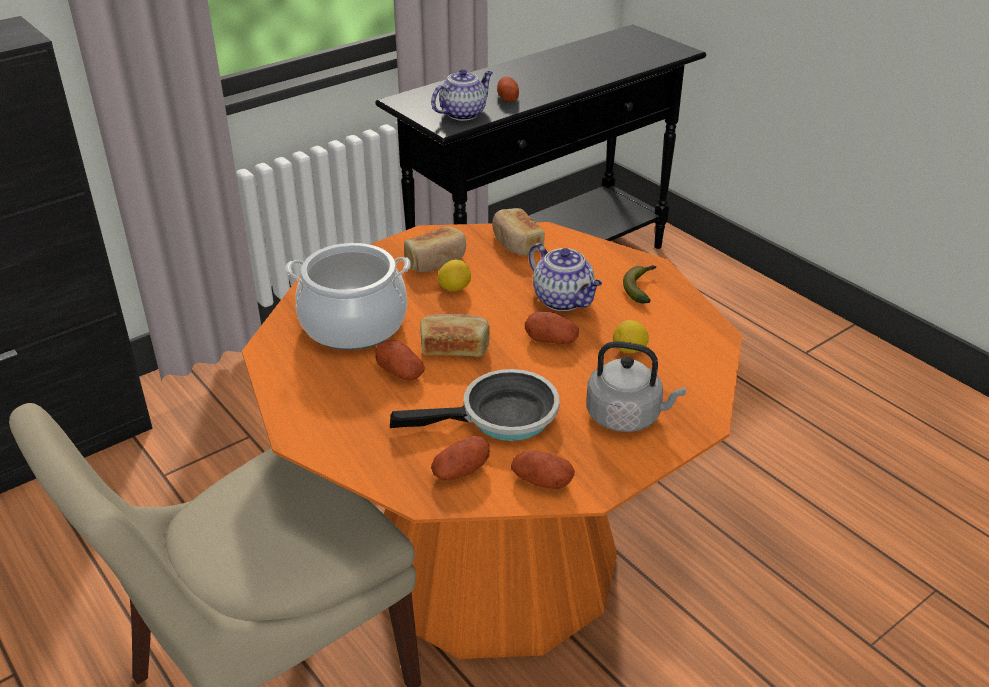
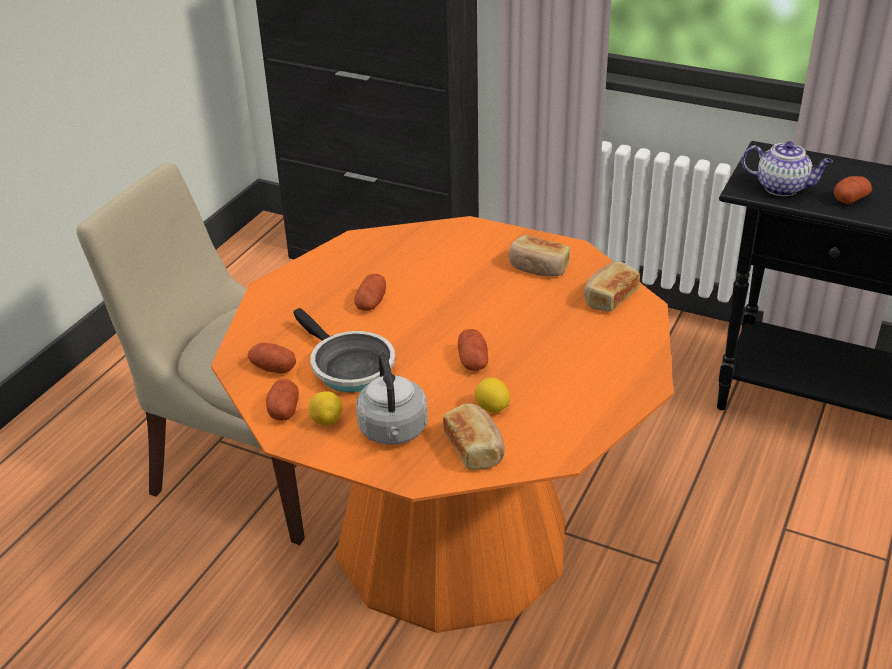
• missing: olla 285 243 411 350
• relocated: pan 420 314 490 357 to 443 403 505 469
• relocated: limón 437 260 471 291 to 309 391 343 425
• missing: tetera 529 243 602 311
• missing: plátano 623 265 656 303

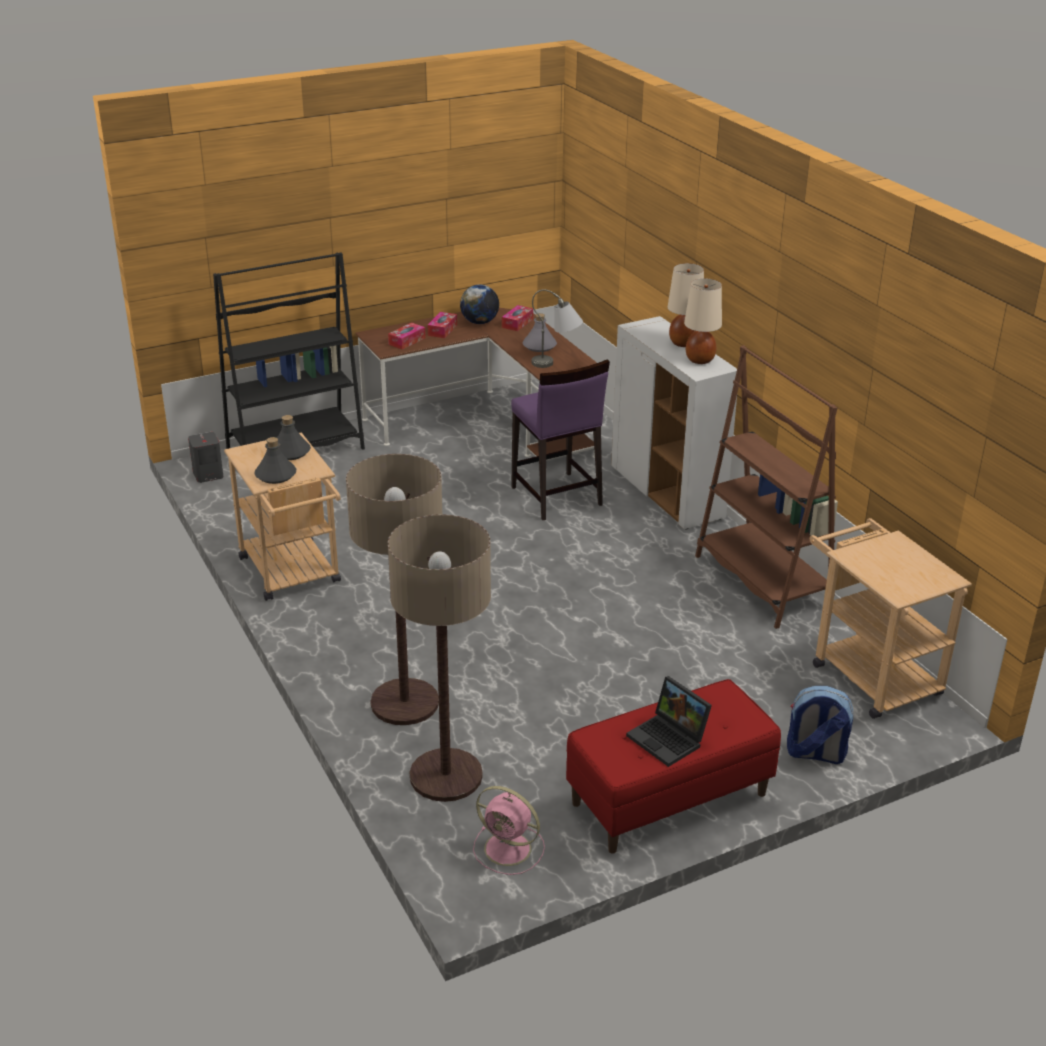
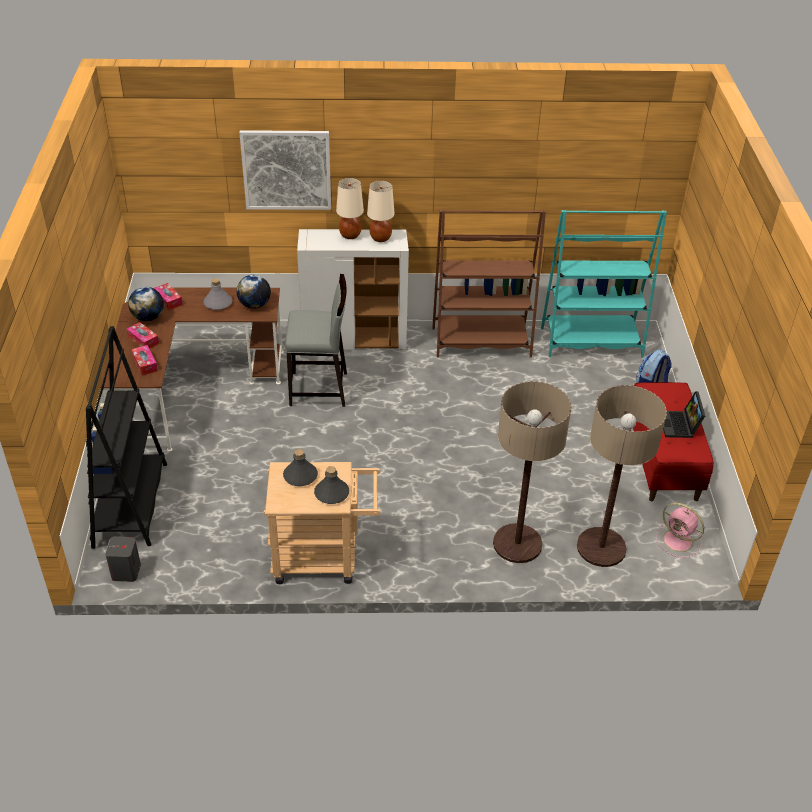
• spun: ventilador (rosa) 473 786 545 875 = 656 503 704 558 75 degrees clockwise
• colour: taburete (morado) 511 359 610 520 to taburete (gris) 285 274 347 407
• exchanged: lámpara de mesa (gris) 532 289 583 368 to globo terráqueo 236 274 271 309
• spun: portátil 626 676 712 767 = 663 391 705 438 105 degrees clockwise
• exchanged: carrito (beis) 810 518 972 719 to estantería (turquesa) 541 210 667 357
• appeared: cuadro 239 130 331 210

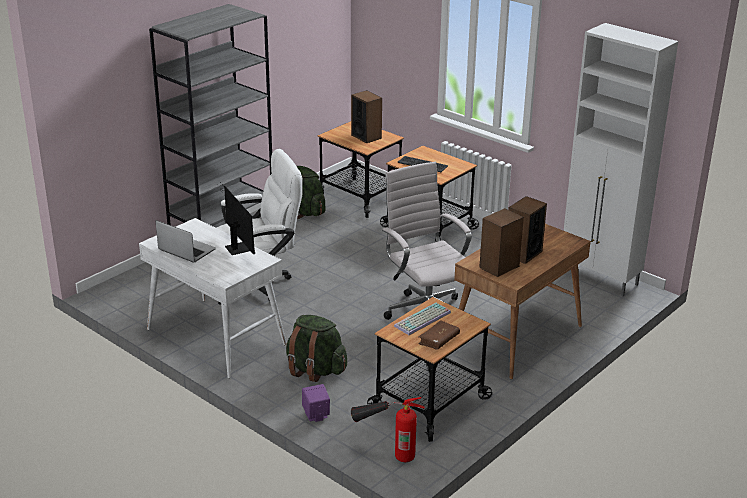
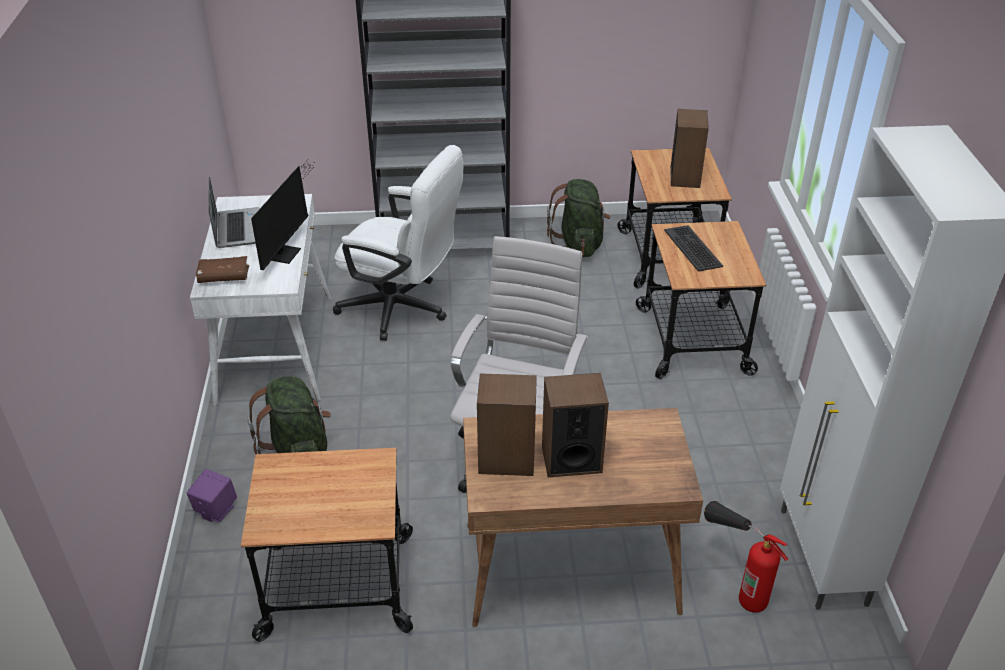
• relocated: extintor 351 397 425 462 to 704 501 788 613
• missing: teclado 394 303 451 335
• relocated: libro (marrón) 418 320 460 350 to 196 256 249 283

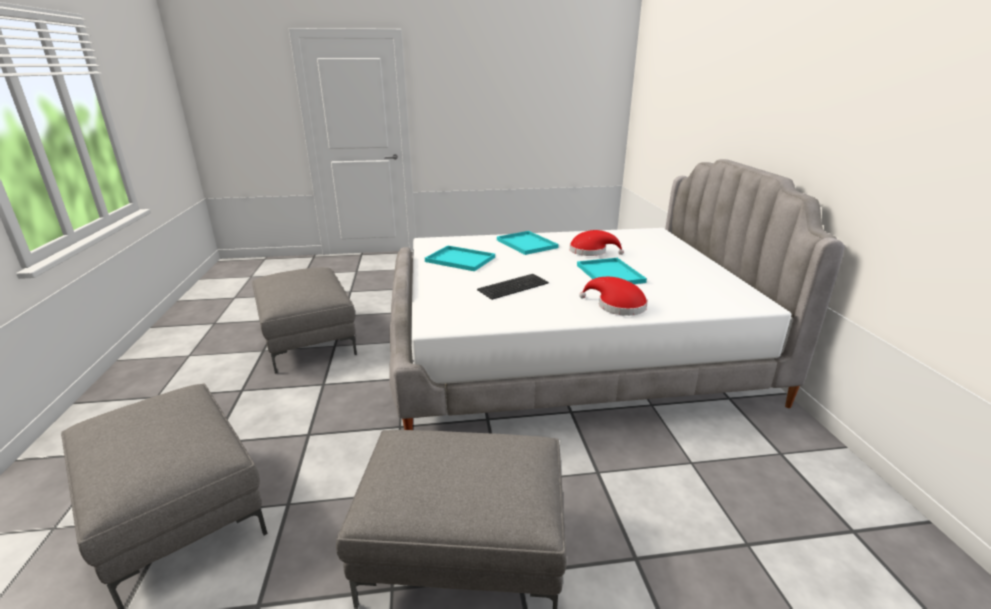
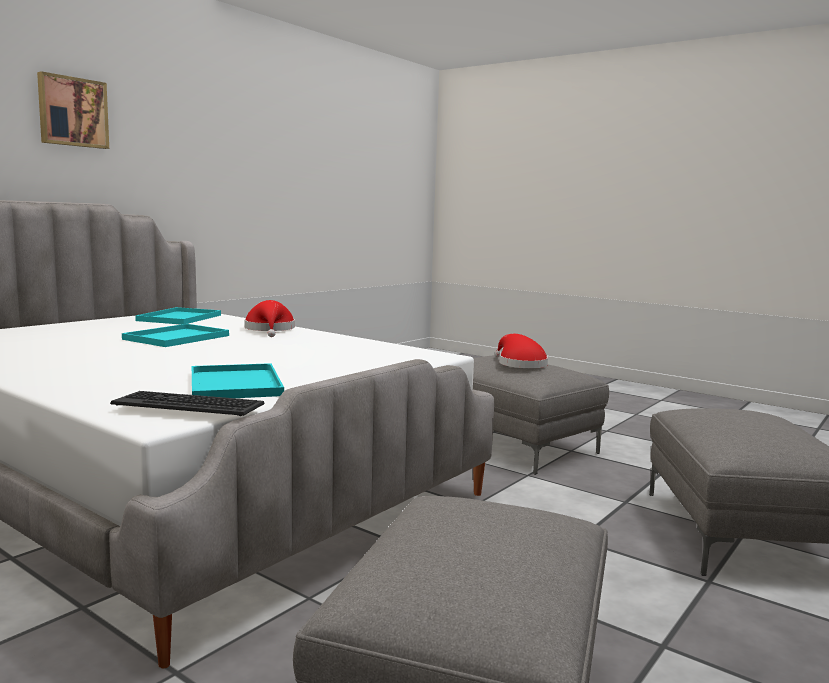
• relocated: teclado 477 274 549 300 to 110 391 264 416
• relocated: bandeja (turquesa) 497 231 559 255 to 135 307 221 325
• relocated: sombrero (rojo) 569 230 624 256 to 495 334 548 368
• appeared: cuadro 37 71 109 149

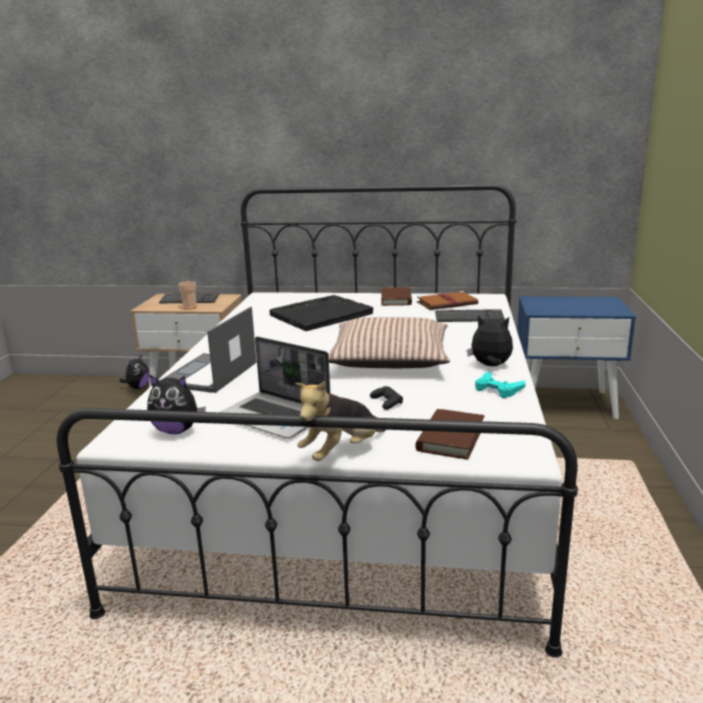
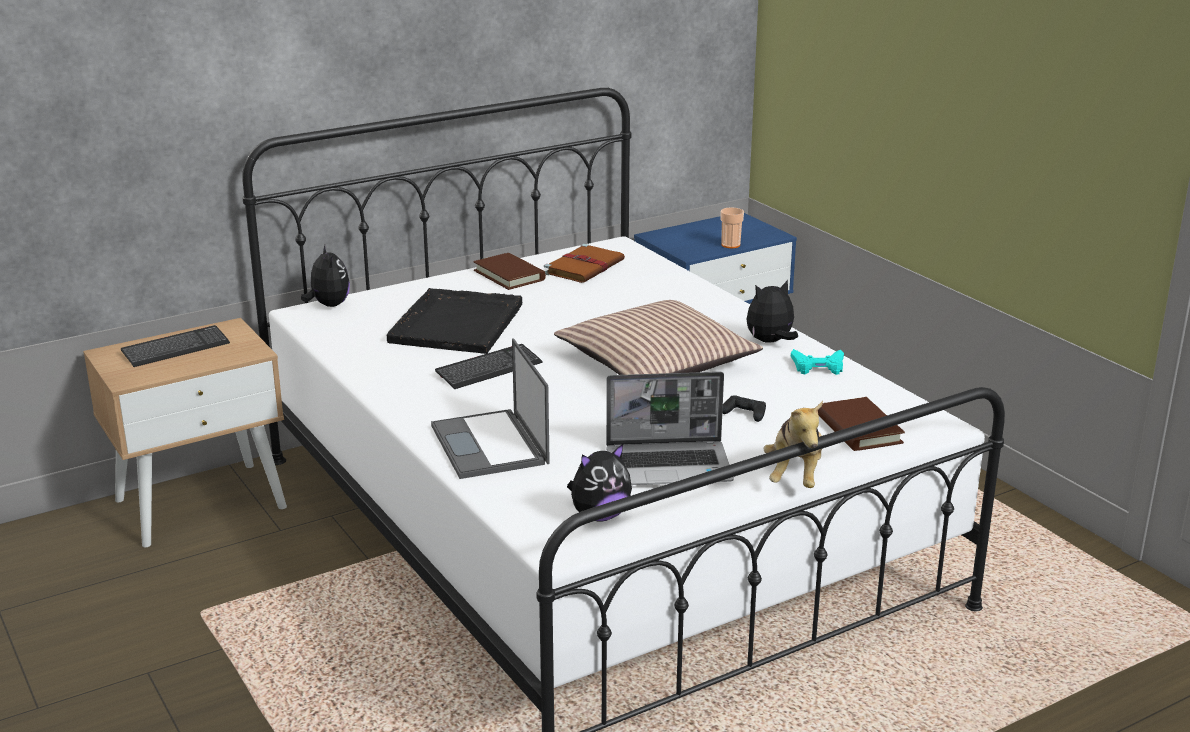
• relocated: peluche 120 355 149 389 to 301 245 350 307
• relocated: taza 179 281 197 309 to 721 207 744 248
• relocated: teclado 435 309 505 322 to 435 344 543 389

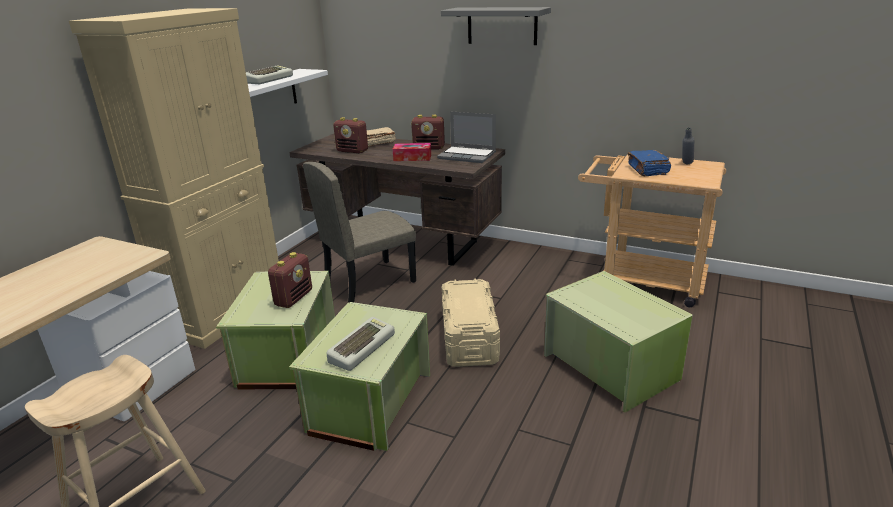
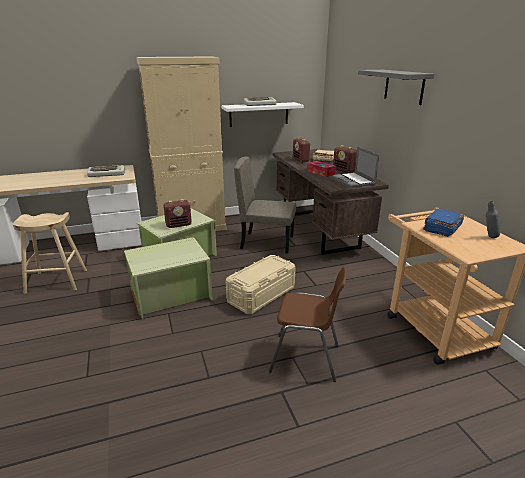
• relocated: teclado 326 317 395 371 to 87 165 125 177
• exchanged: caja de almacenaje (verde) 544 271 693 413 to silla (marrón) 269 266 347 382

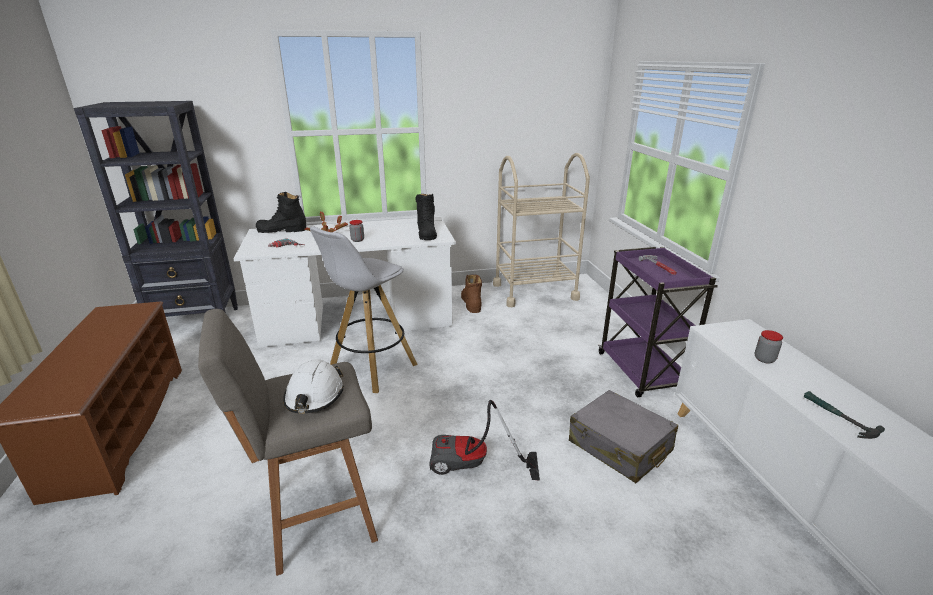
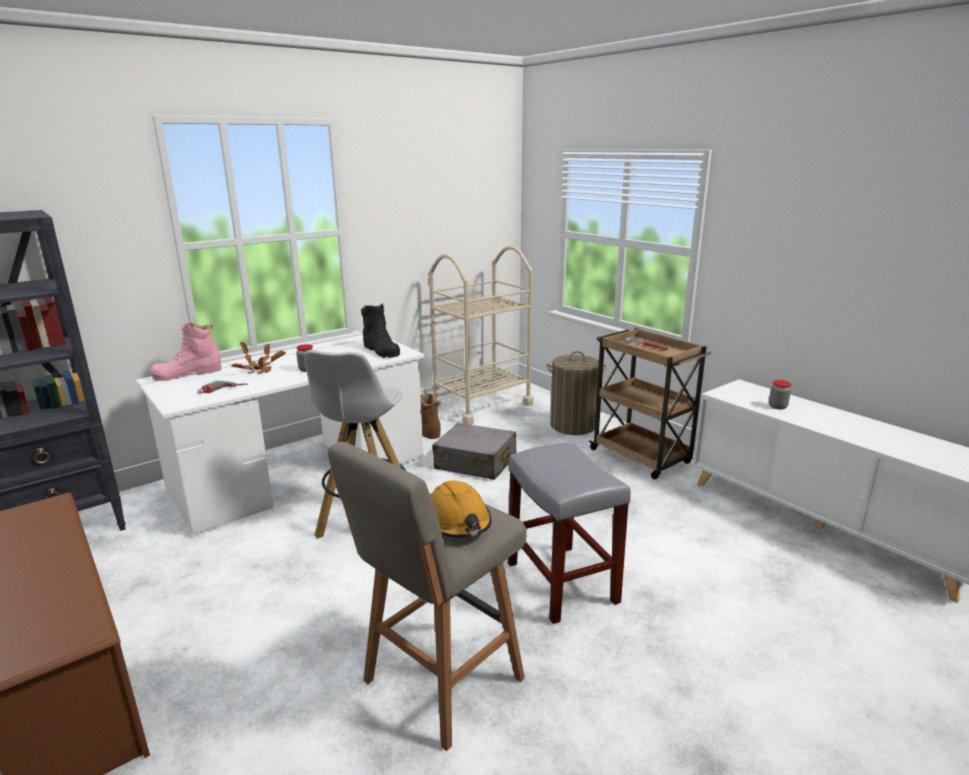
• colour: bota (negro) 256 192 306 233 to bota (rosa) 150 322 222 381
• colour: casco (blanco) 283 360 344 413 to casco (naranja) 431 480 491 538
• exchanged: aspiradora 429 400 540 481 to taburete (gris) 508 442 631 624
• relocated: maleta (gris) 569 390 678 483 to 432 423 517 480
• colour: carrito (morado) 598 247 718 397 to carrito (marrón) 588 328 711 479
• missing: martillo 804 391 885 439
• appeared: cesto de la ropa 546 351 606 435

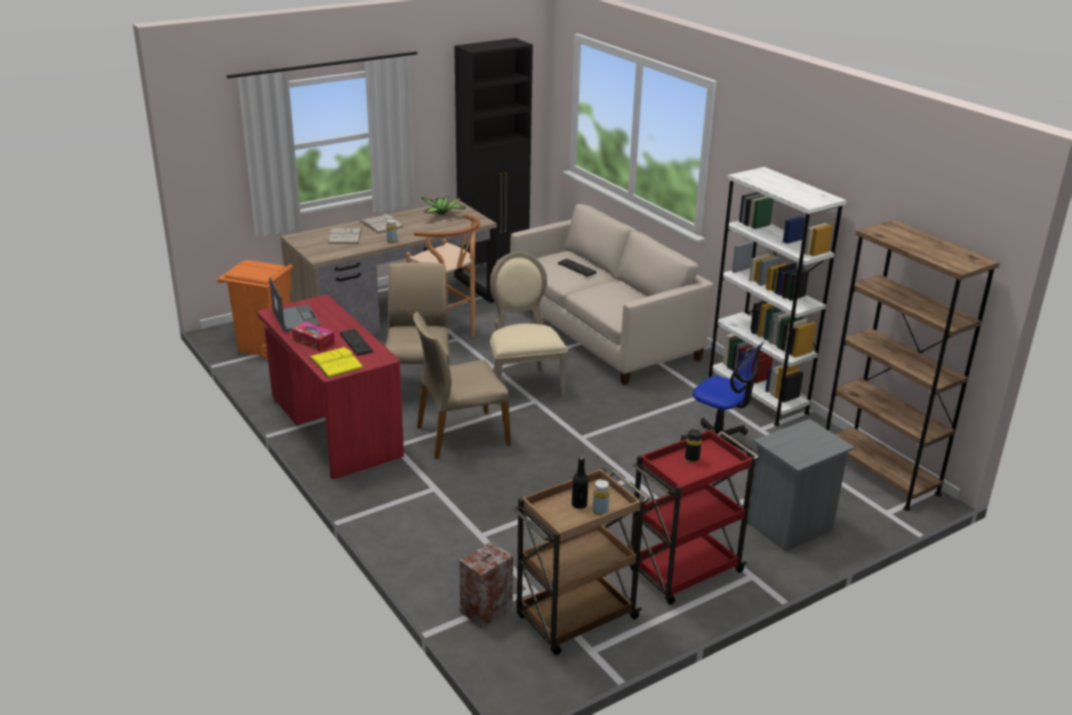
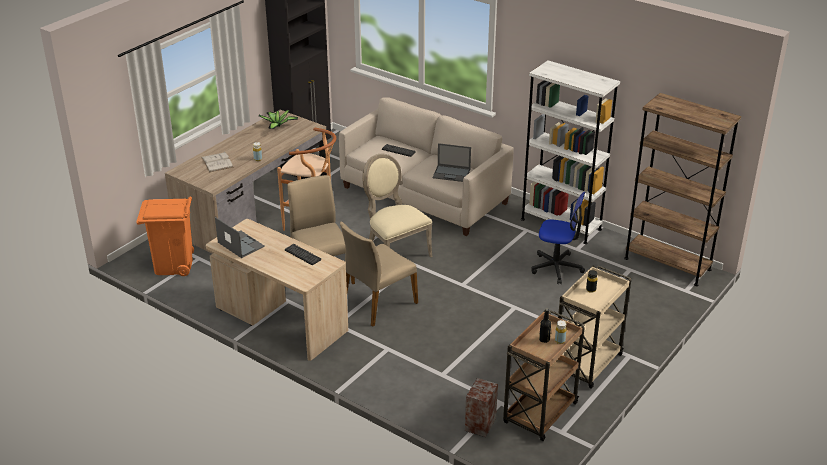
• colour: escritorio (rojo) 258 295 404 479 to escritorio (beis) 206 219 348 361
• missing: caja de pañuelos 292 322 335 351
• missing: libro (amarillo) 309 346 363 378
• missing: libro (blanco) 360 213 403 233
• colour: carrito (rojo) 629 429 759 605 to carrito (beis) 558 265 631 389
• missing: mesita de noche (gris) 747 419 855 552
• appeared: portátil 433 143 471 182

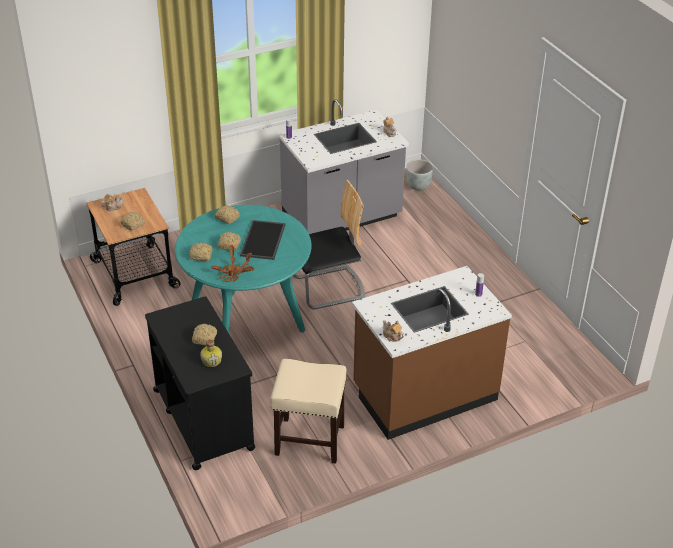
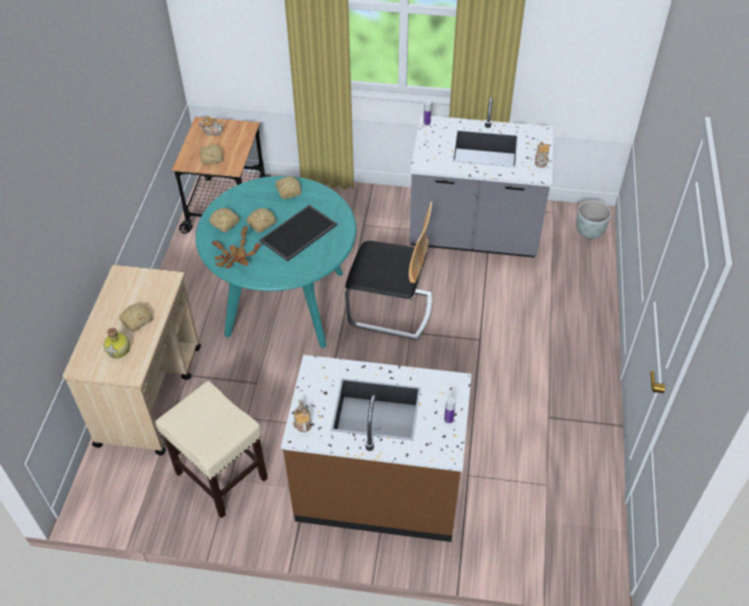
• colour: carrito (negro) 145 296 256 470 to carrito (beis) 63 265 201 456

